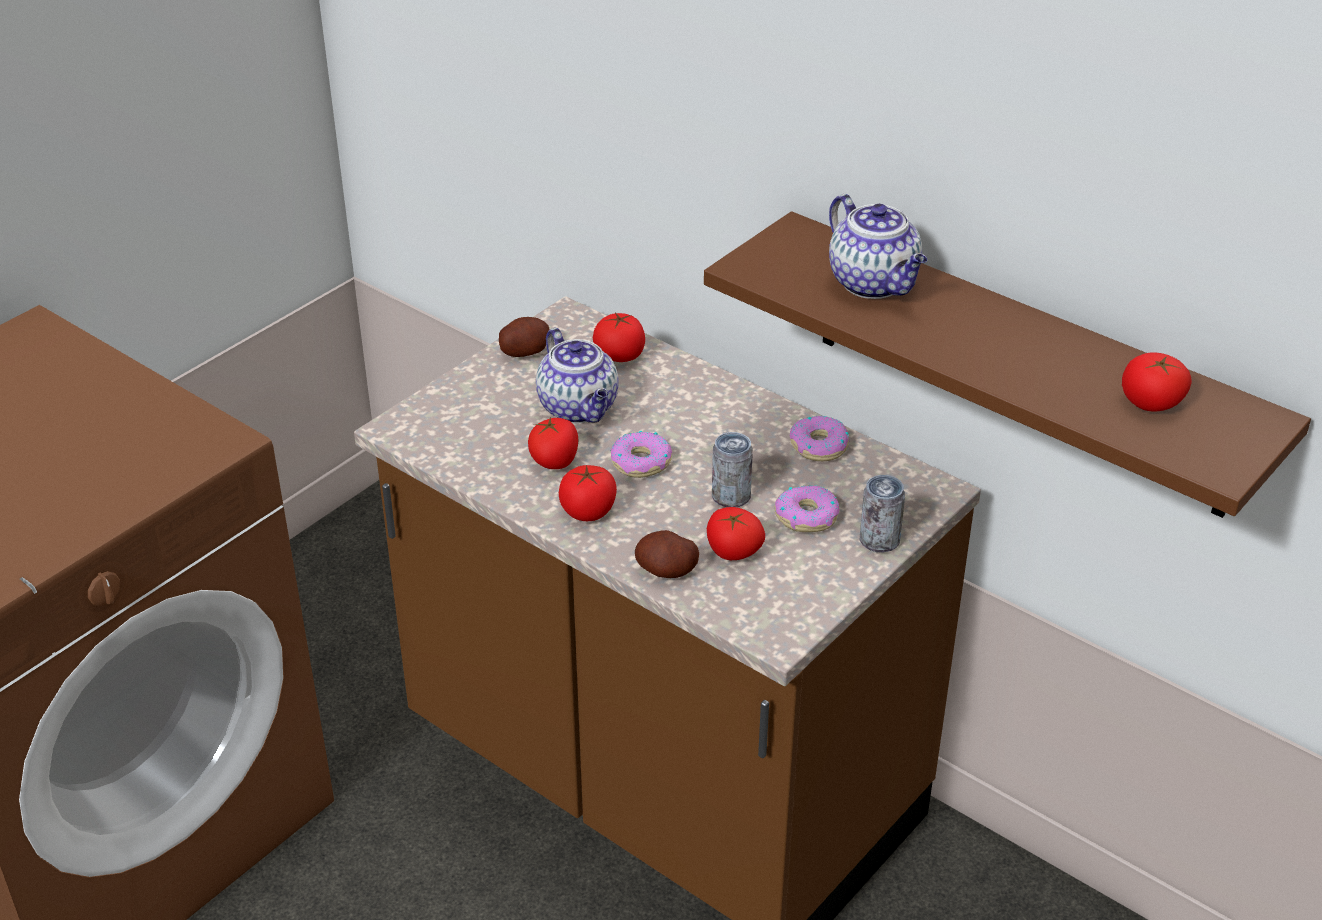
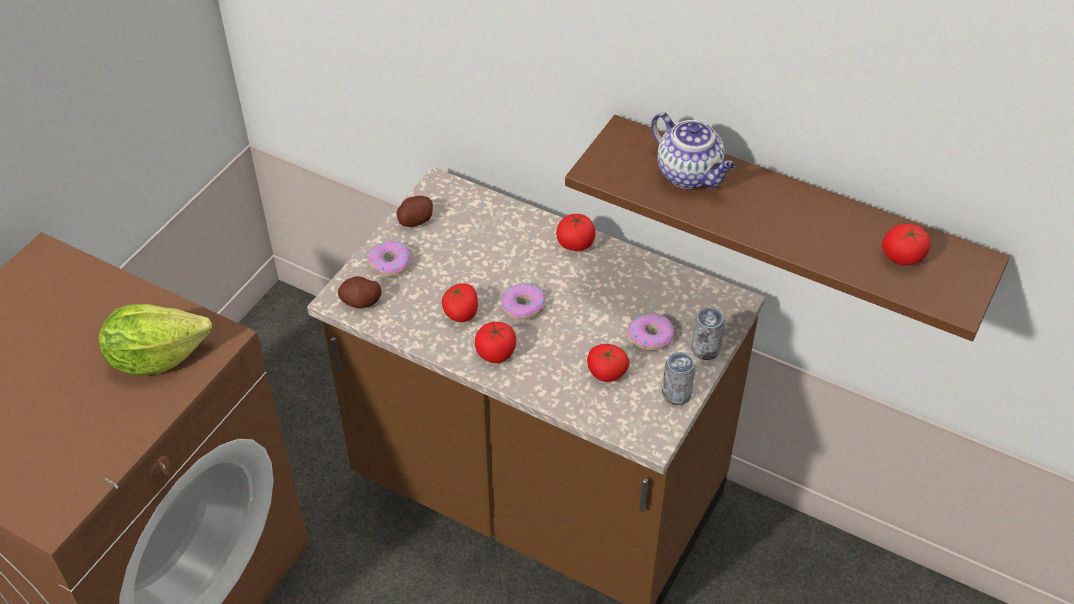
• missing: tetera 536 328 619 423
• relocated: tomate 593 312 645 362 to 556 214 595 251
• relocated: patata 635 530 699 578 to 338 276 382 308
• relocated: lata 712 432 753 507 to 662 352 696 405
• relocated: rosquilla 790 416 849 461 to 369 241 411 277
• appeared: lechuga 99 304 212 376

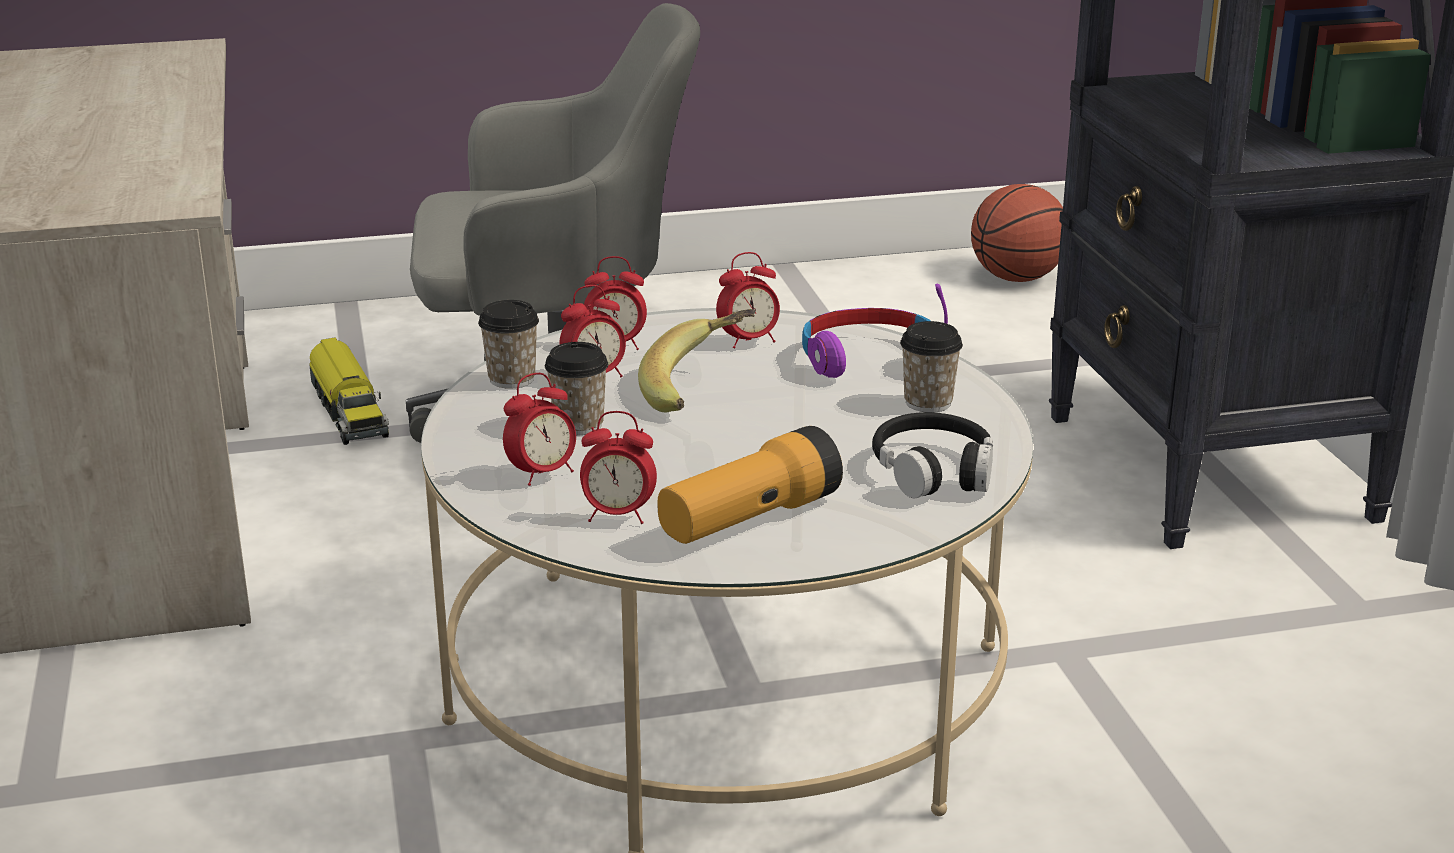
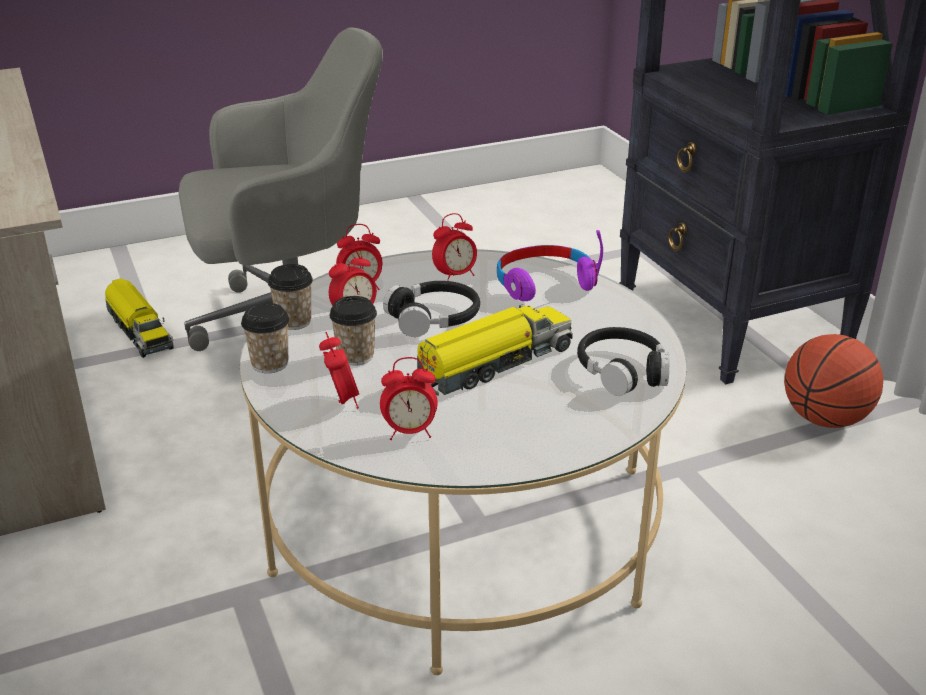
• spun: despertador 503 373 576 486 = 319 332 359 409 60 degrees counterclockwise
• exchanged: plátano 638 309 755 412 to auriculares (negro) 383 281 480 337
• missing: linterna 658 426 843 544
• relocated: taza 900 321 963 412 to 241 303 290 373
• relocated: balón de baloncesto 971 184 1063 282 to 784 334 883 428
• appeared: camión de juguete 412 304 573 396

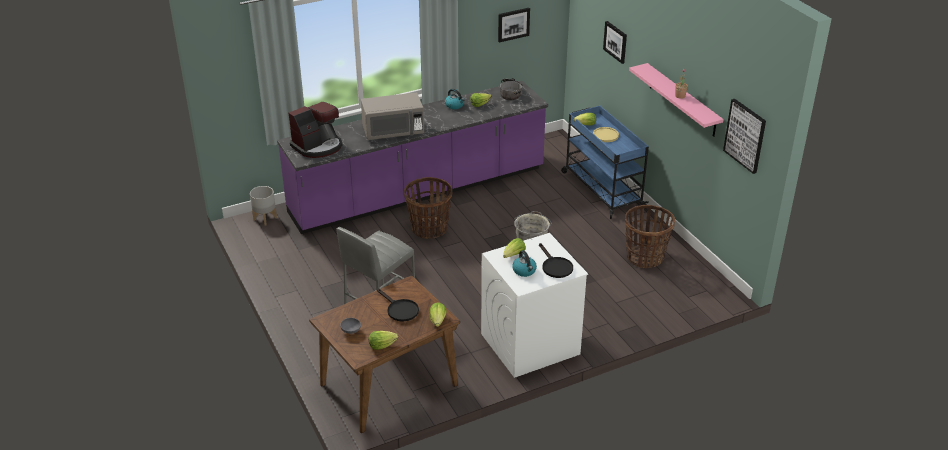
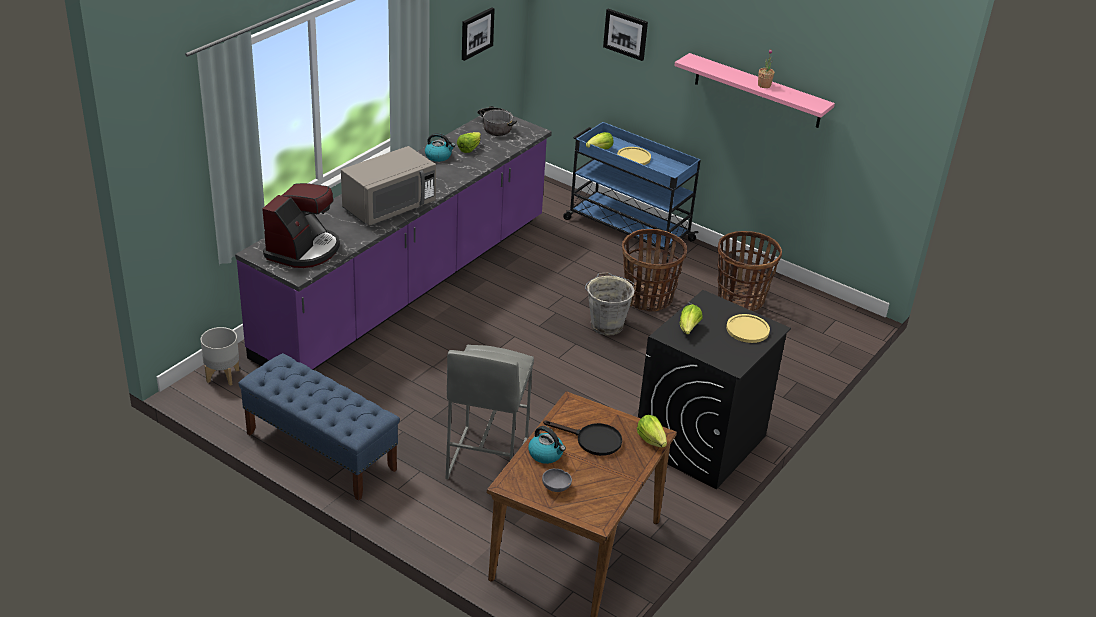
• missing: lechuga 369 331 398 350
• relocated: cesta 404 177 452 239 to 622 229 687 311
• colour: lavadora (blanco) 481 233 588 378 to lavadora (negro) 638 290 791 489
• relocated: hervidor 512 250 537 277 to 528 426 566 464
• exchanged: sartén (negro) 539 243 573 278 to plato (amarillo) 726 314 770 343
• missing: cuadro 723 99 766 174
• appeared: banco (azul) 238 353 400 501

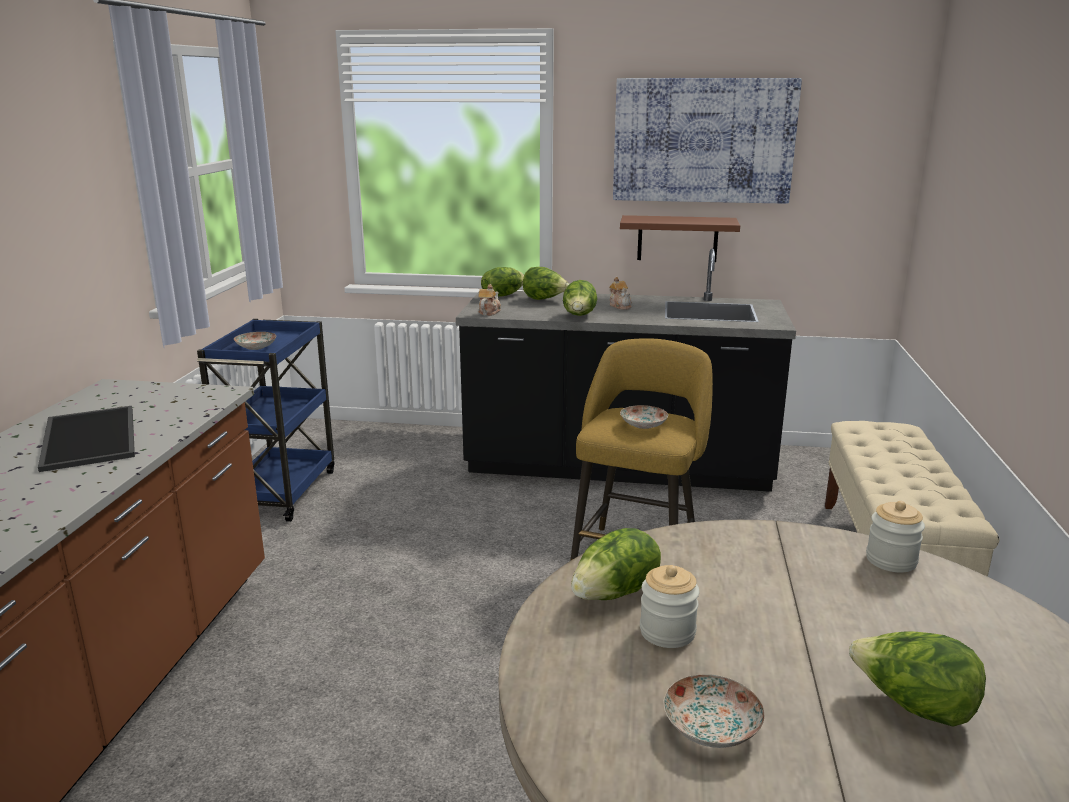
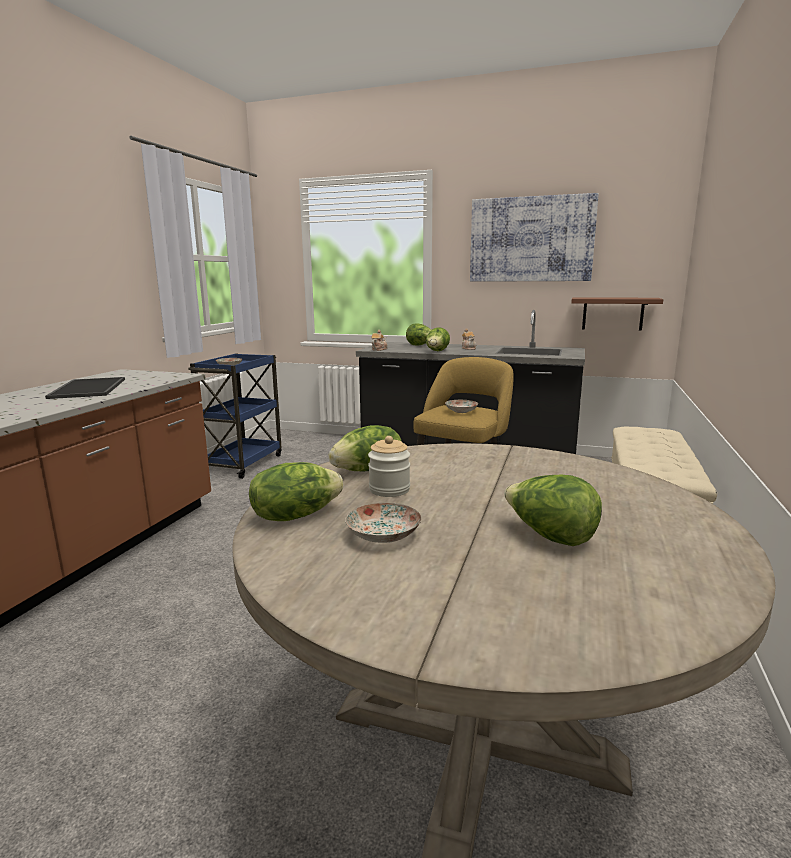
• relocated: lechuga 481 267 524 297 to 249 462 343 521
• relocated: estante (marrón) 620 215 740 262 to 571 297 663 331
• missing: tarro 866 501 925 573

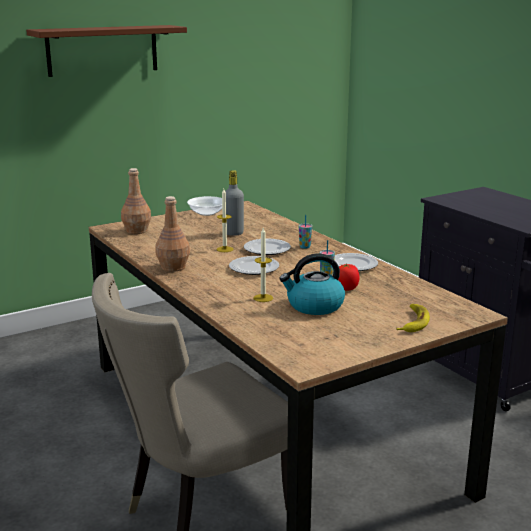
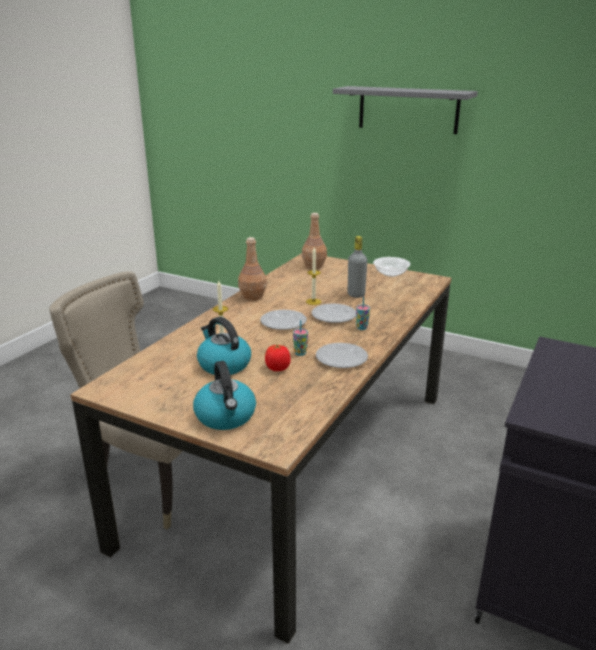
• colour: estante (marrón) 26 25 187 77 to estante (gris) 333 86 478 134
• exchanged: plátano 396 304 430 332 to hervidor 193 361 256 430

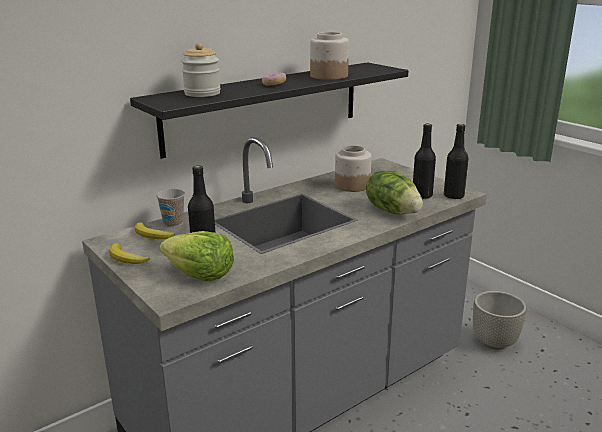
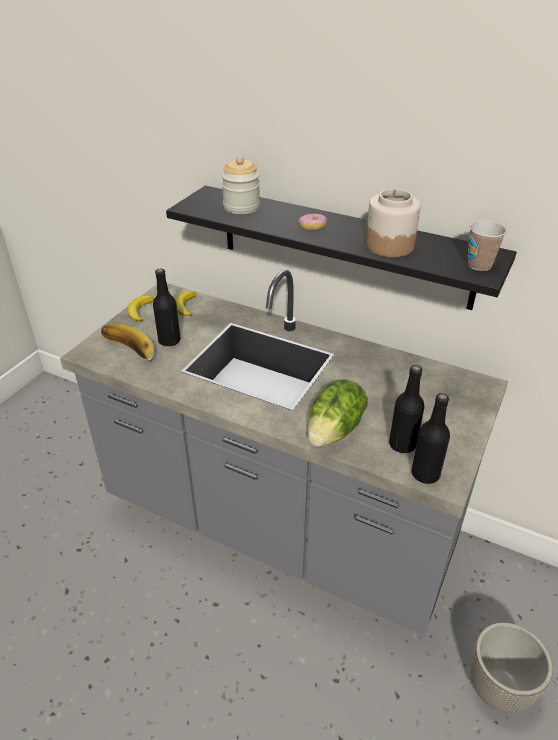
• relocated: taza 156 189 185 227 to 468 221 507 271
• exchanged: lechuga 160 231 234 281 to plátano 101 323 155 361
• missing: tarro 335 145 371 192

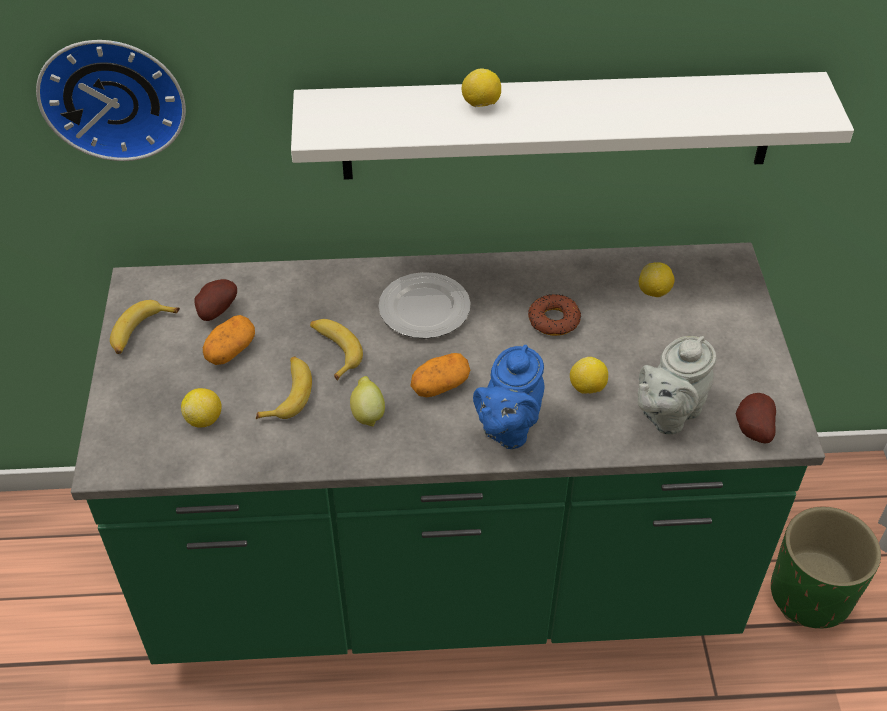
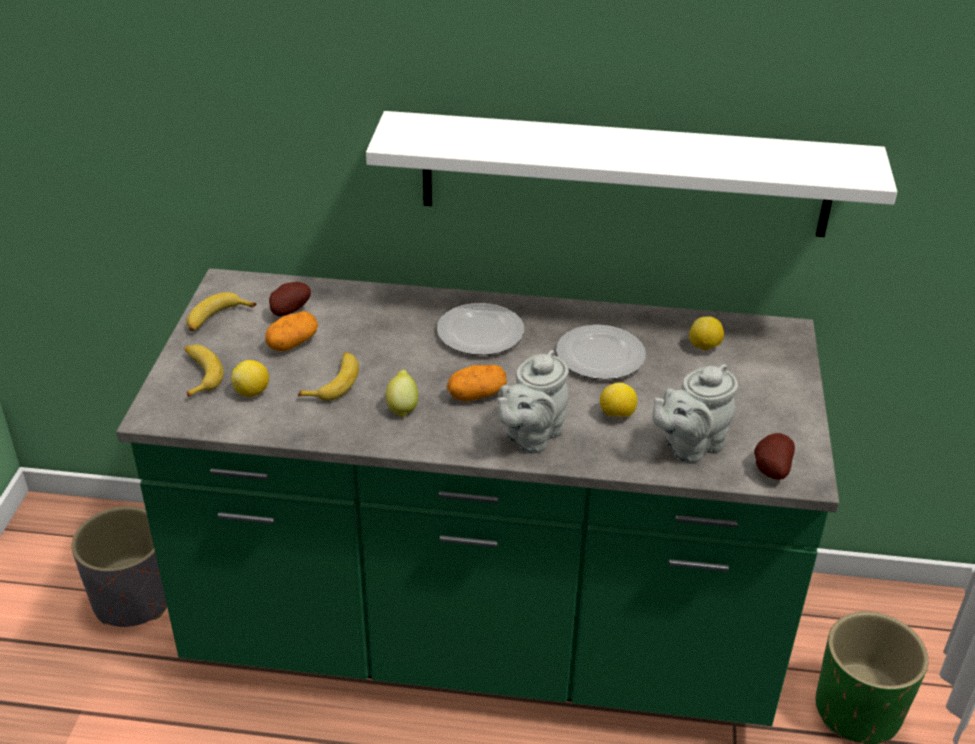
• missing: reloj de pared 36 40 186 161
• relocated: plátano 310 319 363 381 to 185 345 224 398
• missing: limón 462 68 501 107
• colour: tetera (azul) 473 345 544 449 to tetera (gris) 498 350 569 453
• exchanged: rosquilla 528 294 581 336 to plato 556 325 646 380
• appeared: maceta (gris) 72 506 167 627

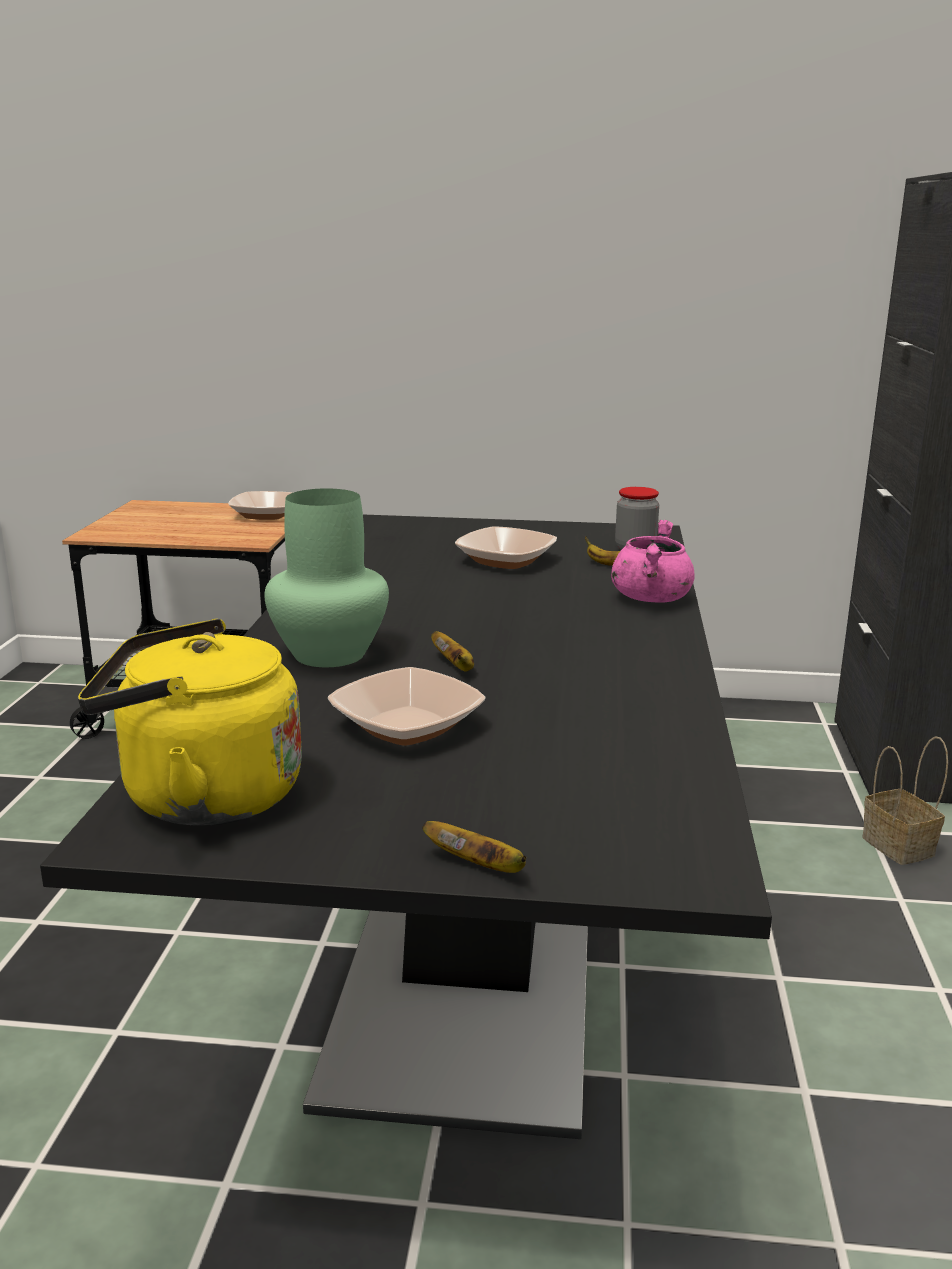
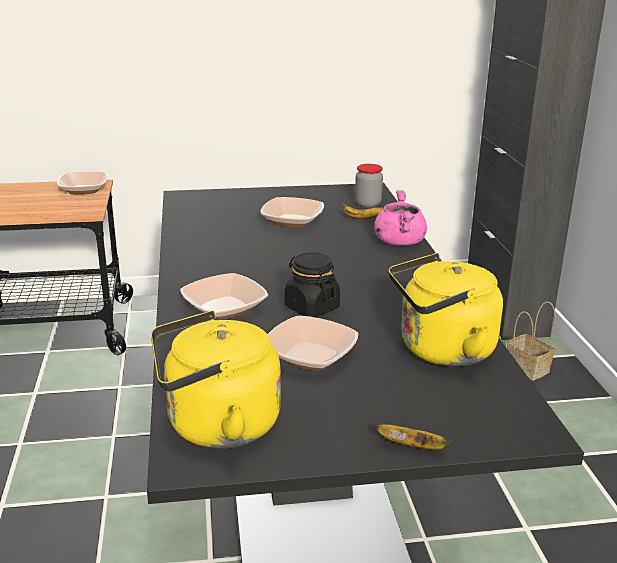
• exchanged: florero (verde) 264 488 389 667 to cuenco 180 273 268 320
• exchanged: plátano 431 631 474 672 to tarro (negro) 284 252 340 317
• appeared: hervidor (amarillo) 389 253 503 367

